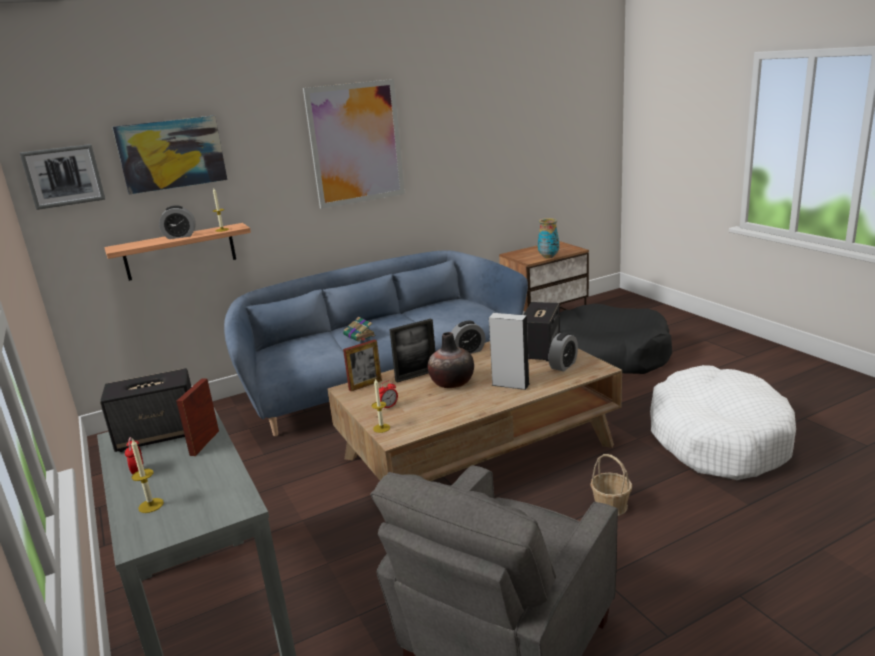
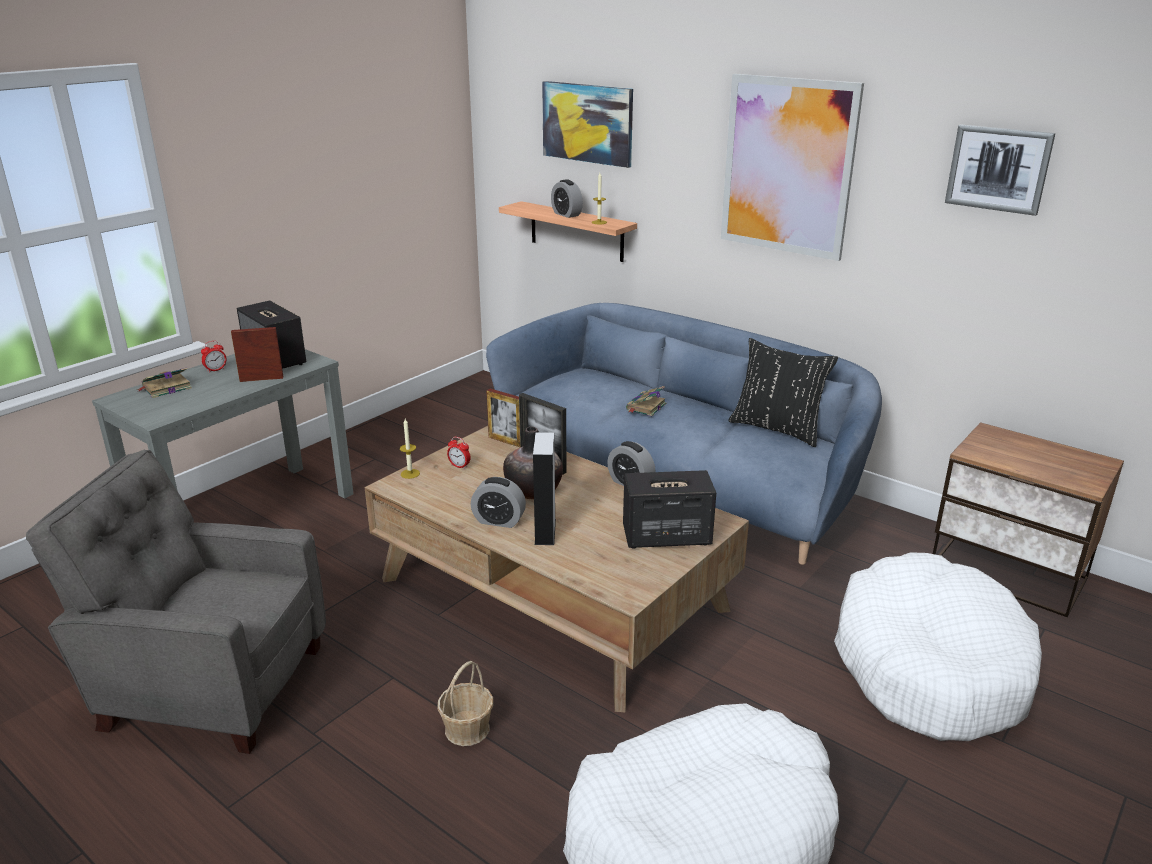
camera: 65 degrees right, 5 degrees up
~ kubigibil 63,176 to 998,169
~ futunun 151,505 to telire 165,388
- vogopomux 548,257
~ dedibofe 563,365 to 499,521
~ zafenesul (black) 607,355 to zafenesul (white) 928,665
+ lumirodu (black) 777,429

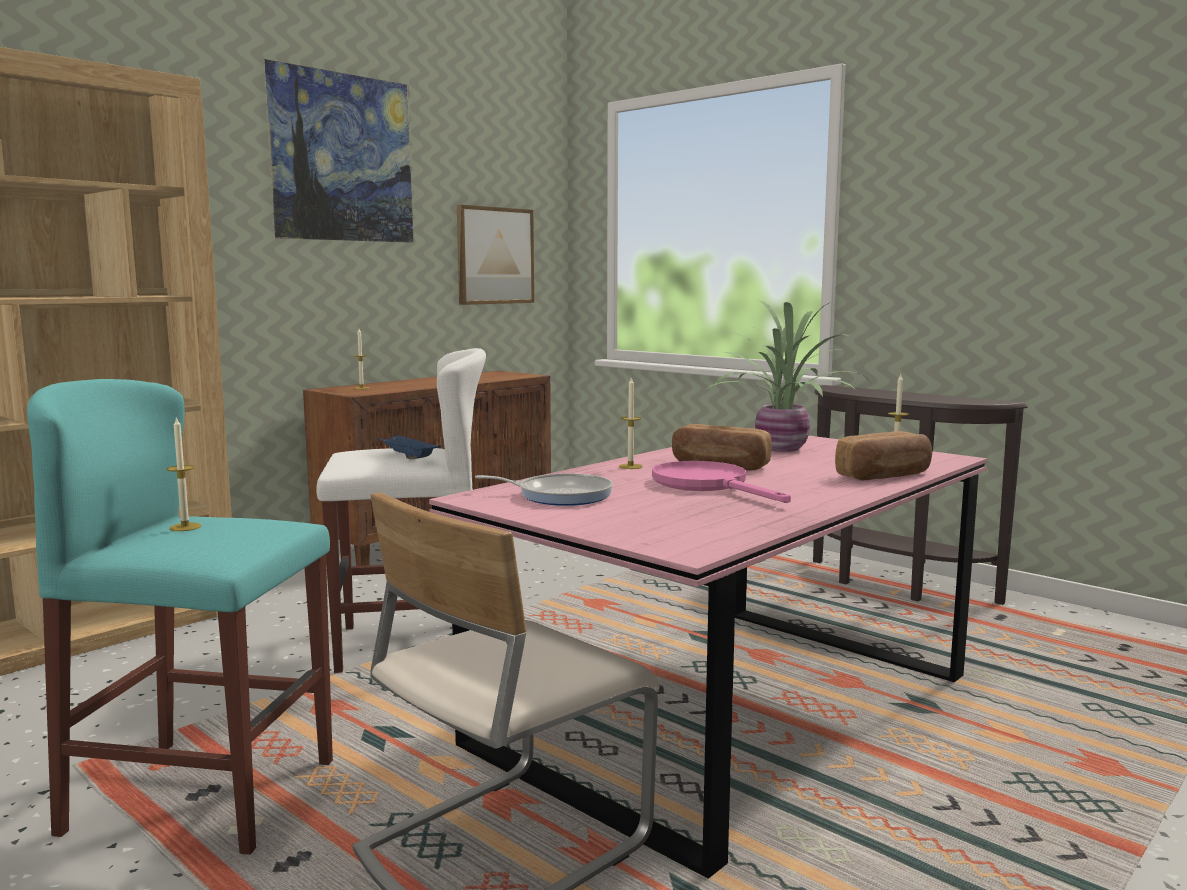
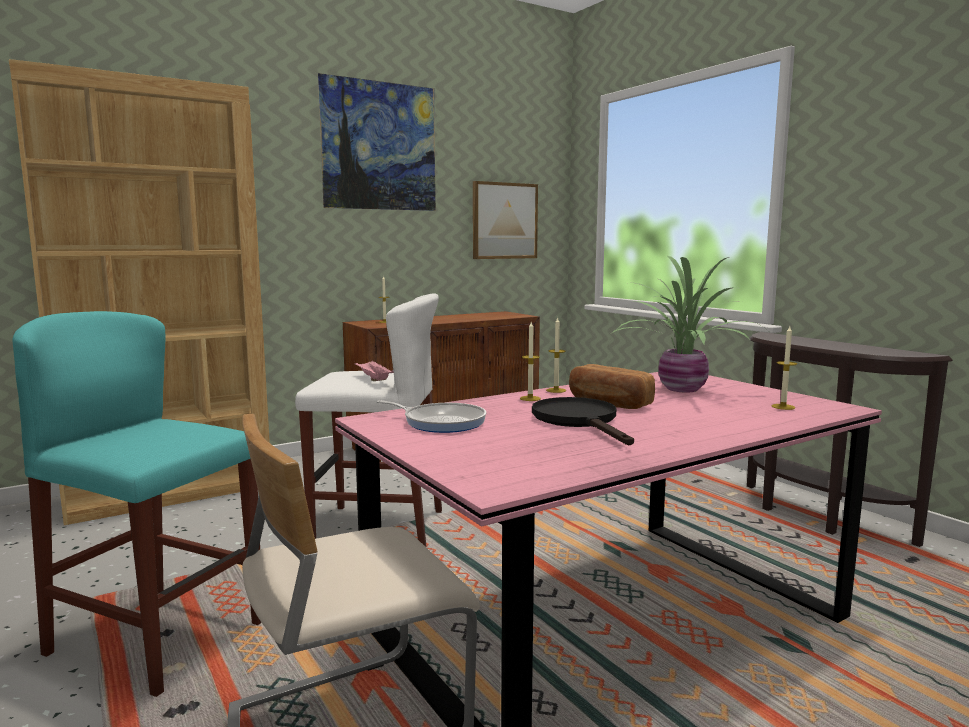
camera: 15 degrees right, 0 degrees up
~ futunun 185,527 to 556,390
~ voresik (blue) 407,457 to voresik (pink) 373,379
~ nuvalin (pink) 709,485 to nuvalin (black) 580,421
- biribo 885,475

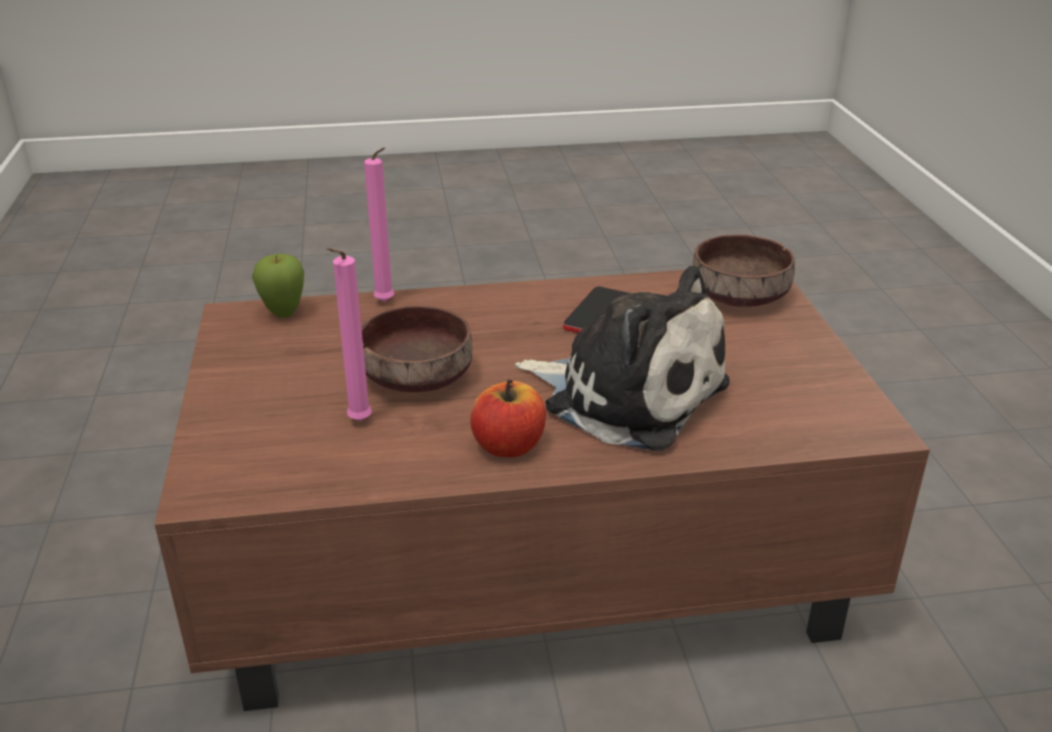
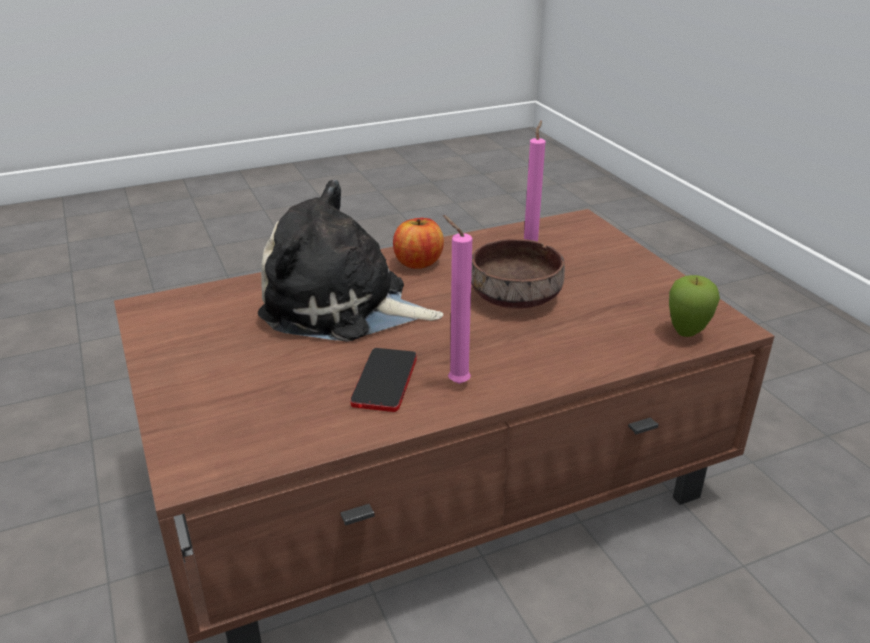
camera: 165 degrees right, 0 degrees up
~ futunun (pink) 386,303 to 455,382
- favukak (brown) 736,295

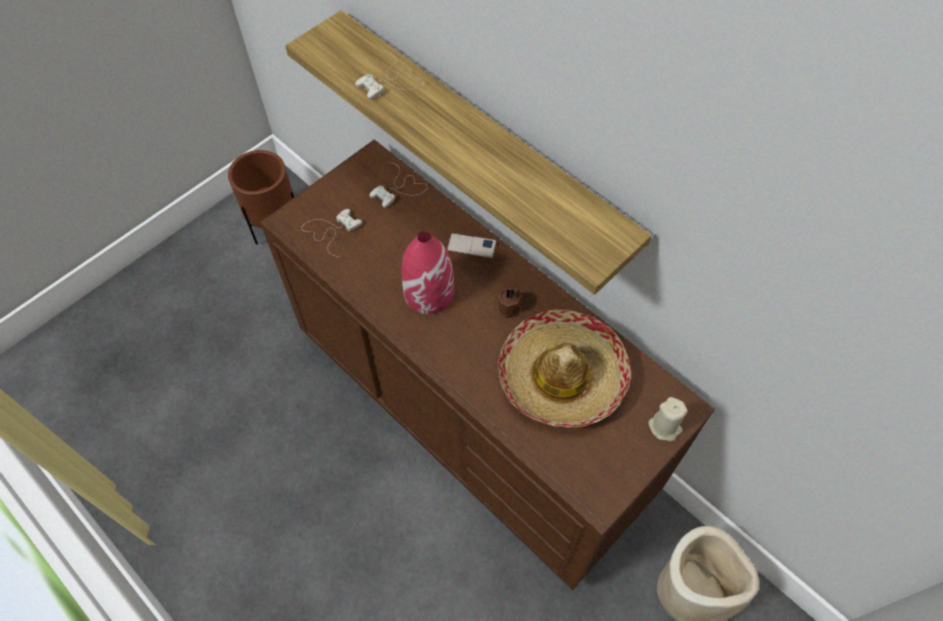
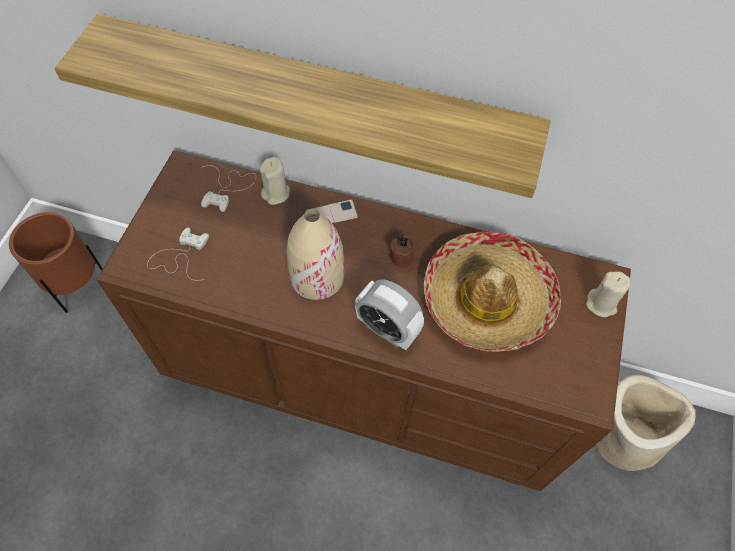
camera: 30 degrees left, 0 degrees up
- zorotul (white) 391,81
~ vogopomux (red) 428,292 to vogopomux (beige) 316,276
+ futunun (beige) 276,193
+ dedibofe 387,330

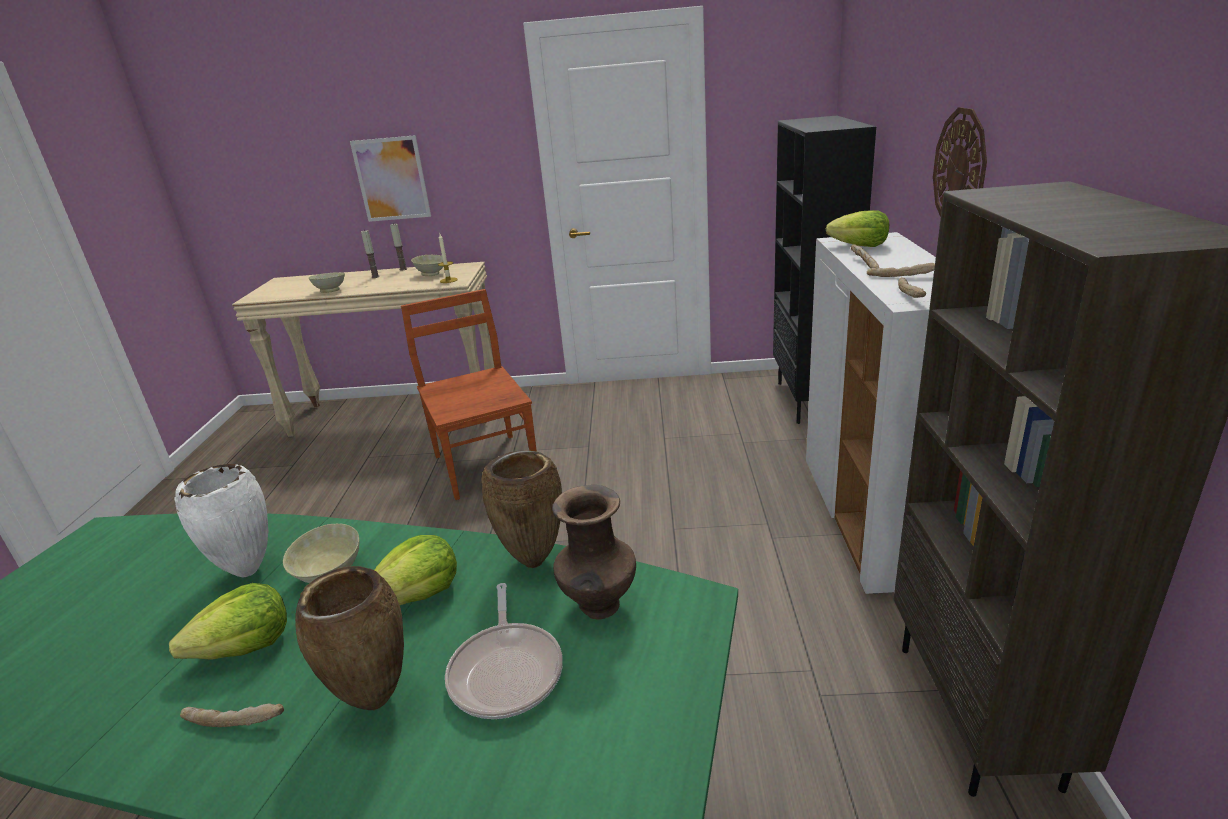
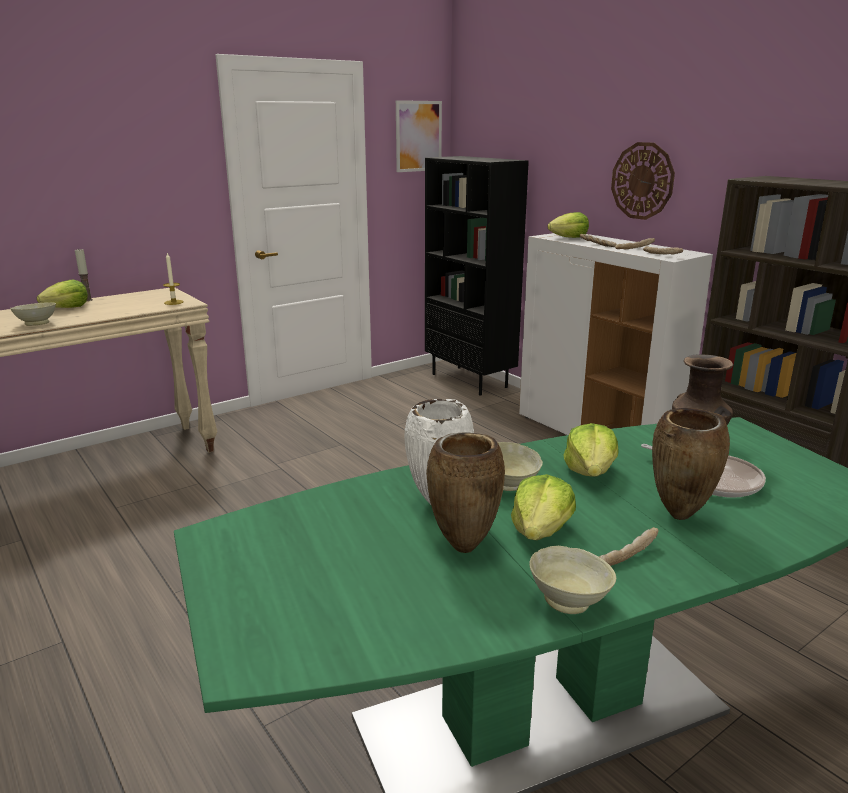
camera: 40 degrees left, 5 degrees down
~ kubigibil 391,179 to 418,136
~ futunun 375,277 to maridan 67,308
- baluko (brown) 485,463
~ favukak (beige) 431,274 to 570,602
~ vogopomux (brown) 534,561 to 463,547

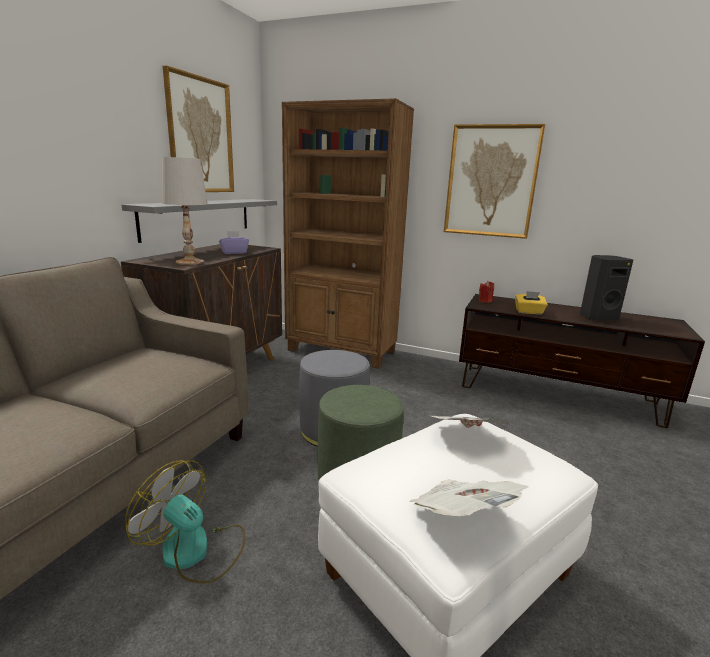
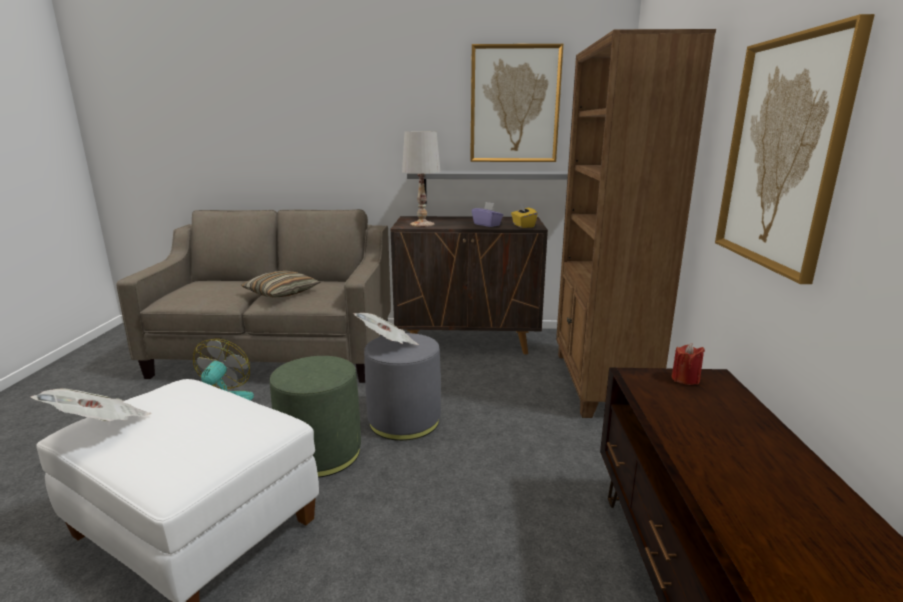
camera: 70 degrees right, 0 degrees up
~ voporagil 465,438 to 387,344
~ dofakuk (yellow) 529,312 to 523,225
- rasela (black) 597,317
+ lumirodu 281,293

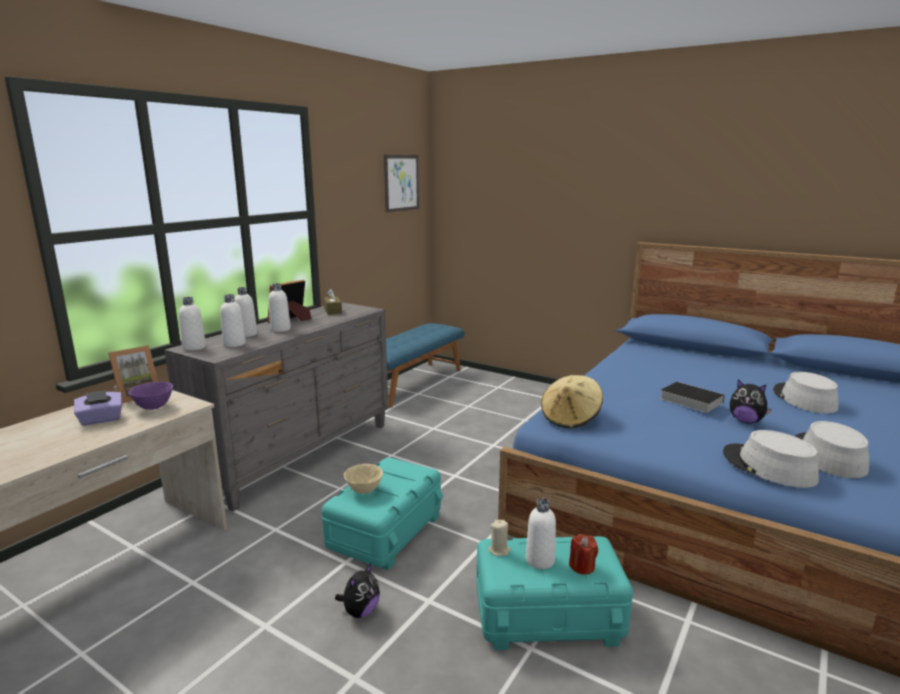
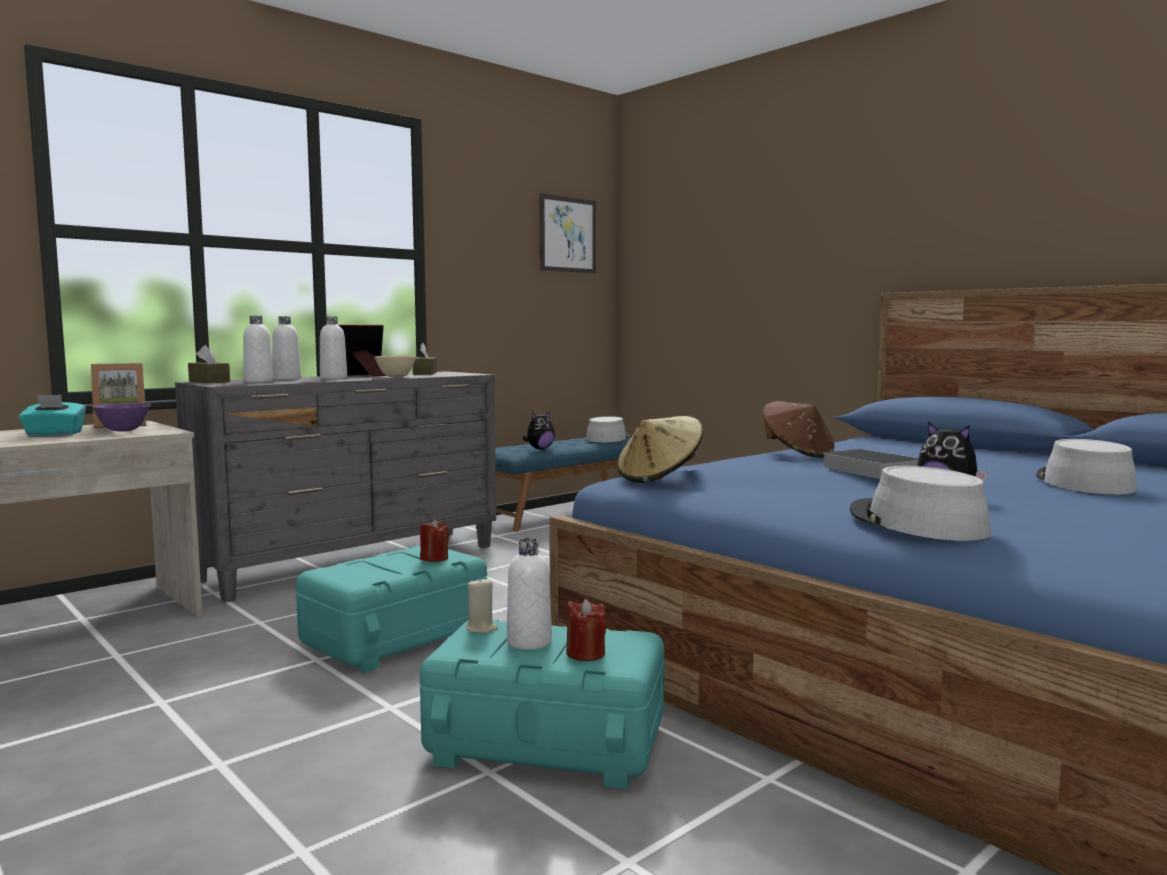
camera: 15 degrees right, 10 degrees down
~ dofakuk (purple) 101,420 to dofakuk (turquoise) 54,434
~ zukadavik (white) 194,347 to dofakuk (brown) 209,381
~ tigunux 360,611 to 539,449
~ favukak (beige) 364,490 to 395,377
~ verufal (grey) 827,456 to 607,438
+ futunun (red) 434,558
+ verufal (brown) 797,454

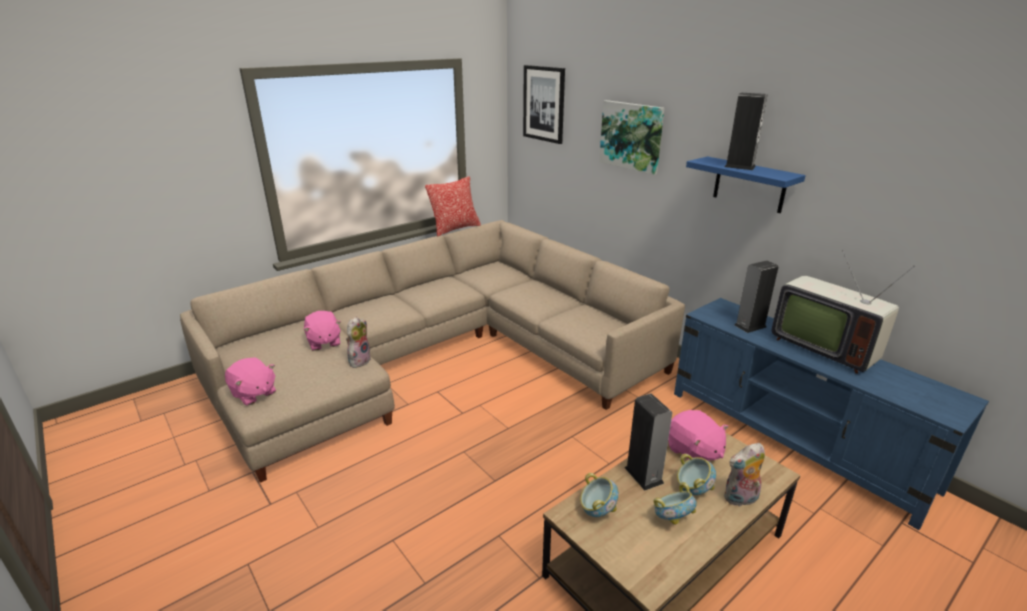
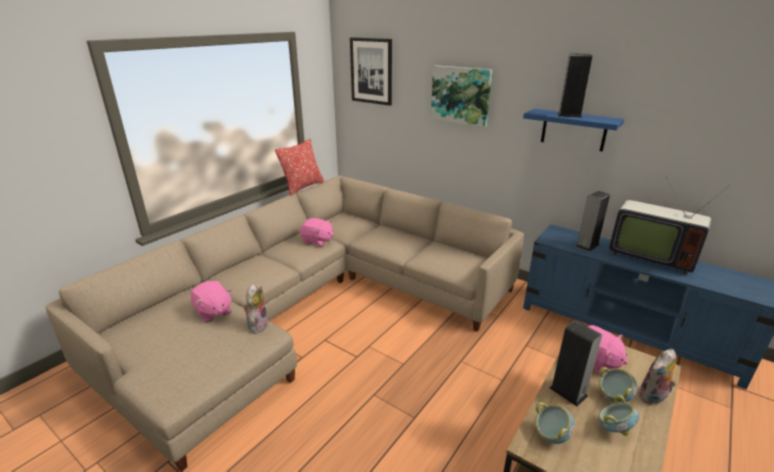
camera: 15 degrees left, 0 degrees up
~ tigunux (pink) 253,394 to 317,241

